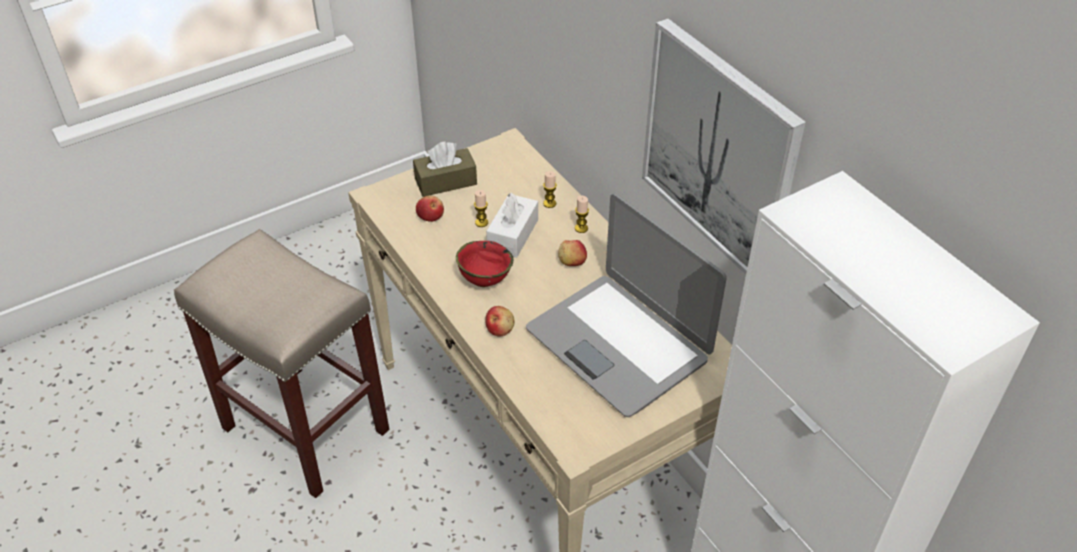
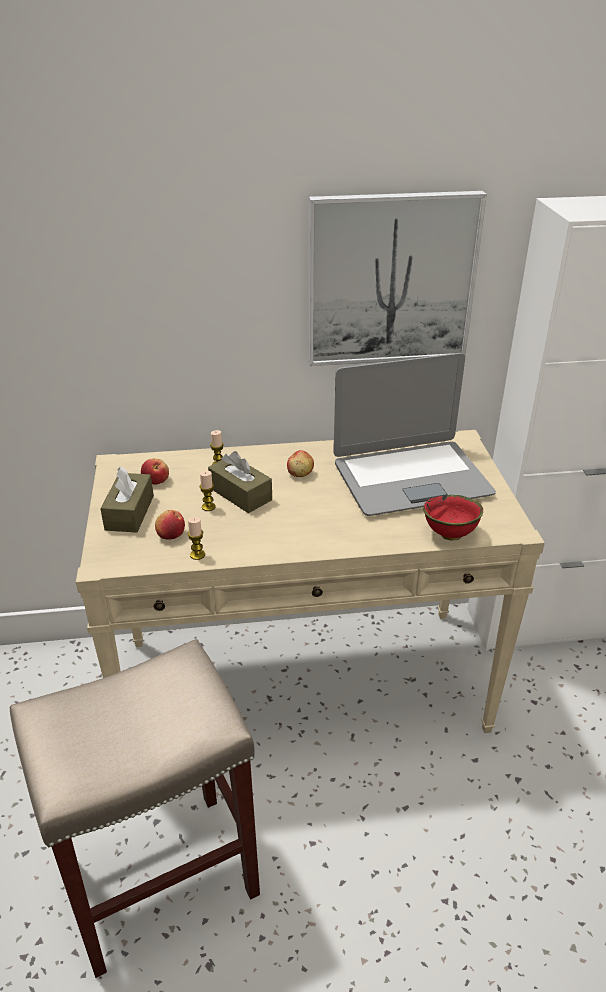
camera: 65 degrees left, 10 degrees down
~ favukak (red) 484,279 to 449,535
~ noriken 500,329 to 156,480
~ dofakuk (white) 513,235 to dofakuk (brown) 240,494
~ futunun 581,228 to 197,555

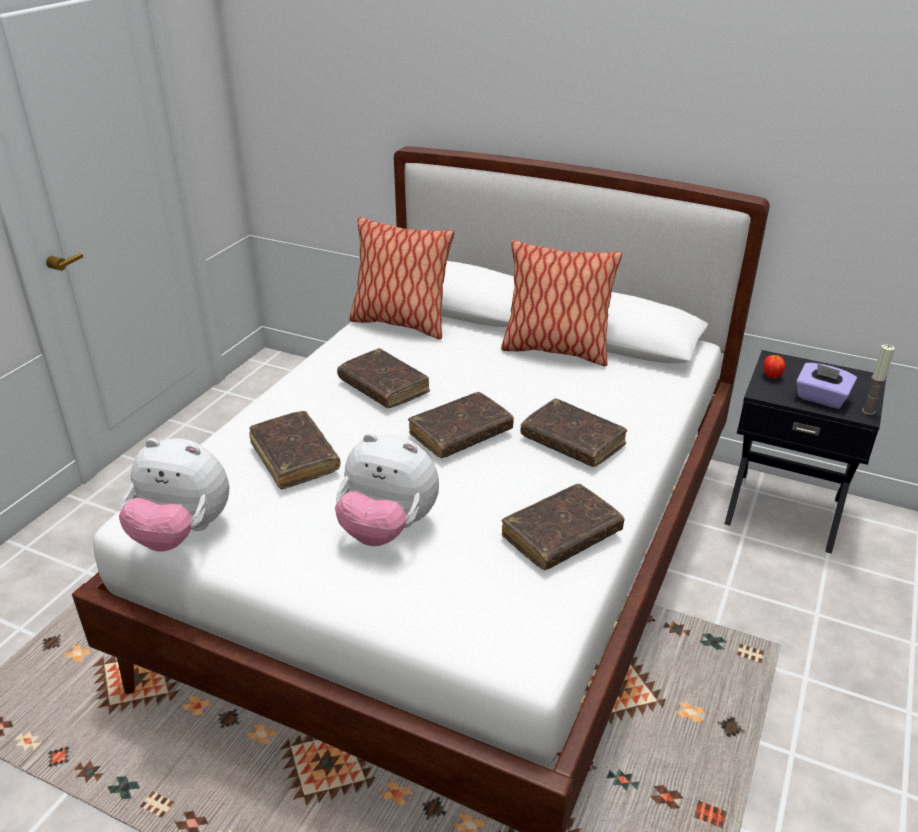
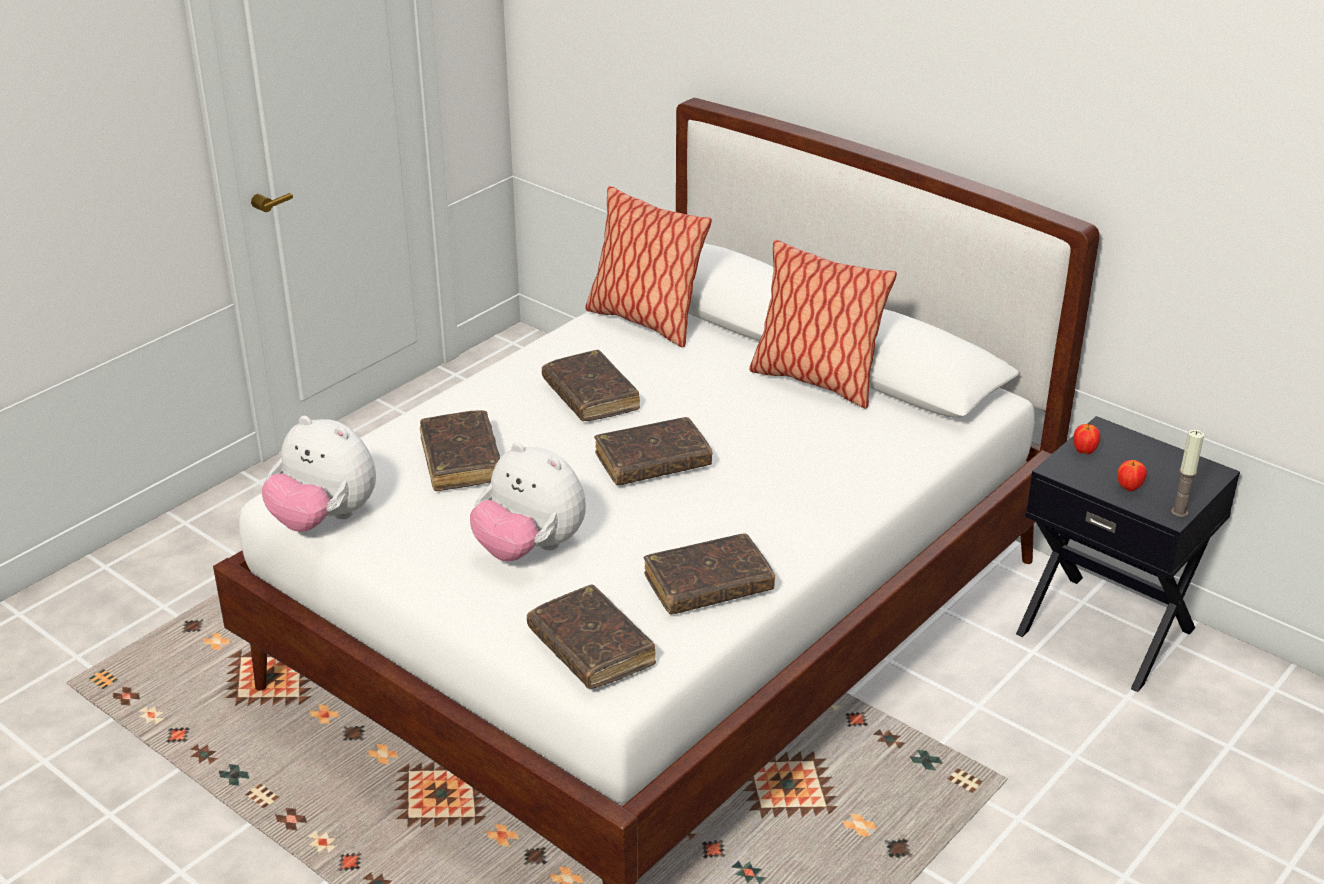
camera: 15 degrees right, 0 degrees up
~ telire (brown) 572,442 to 591,648
~ dofakuk (purple) 821,399 to noriken 1129,488

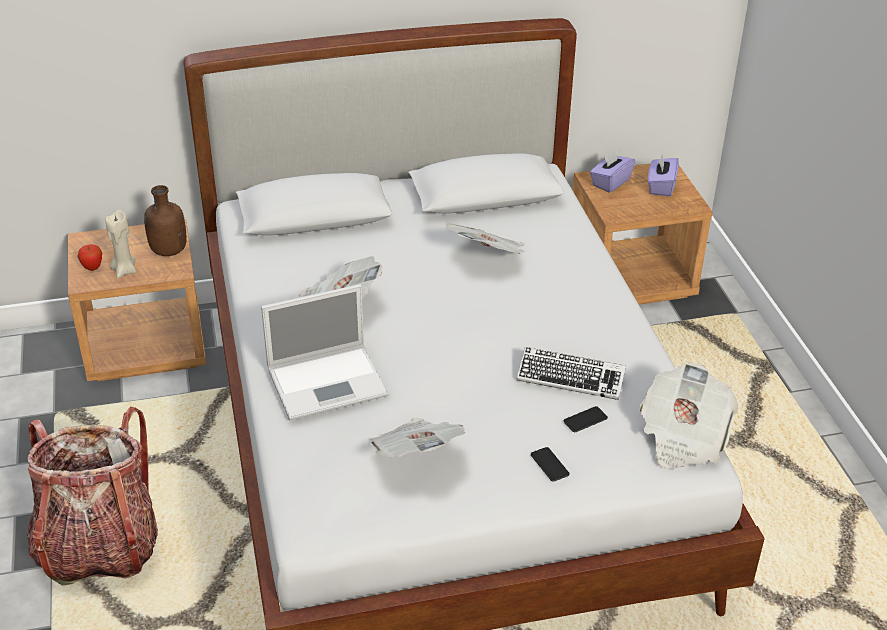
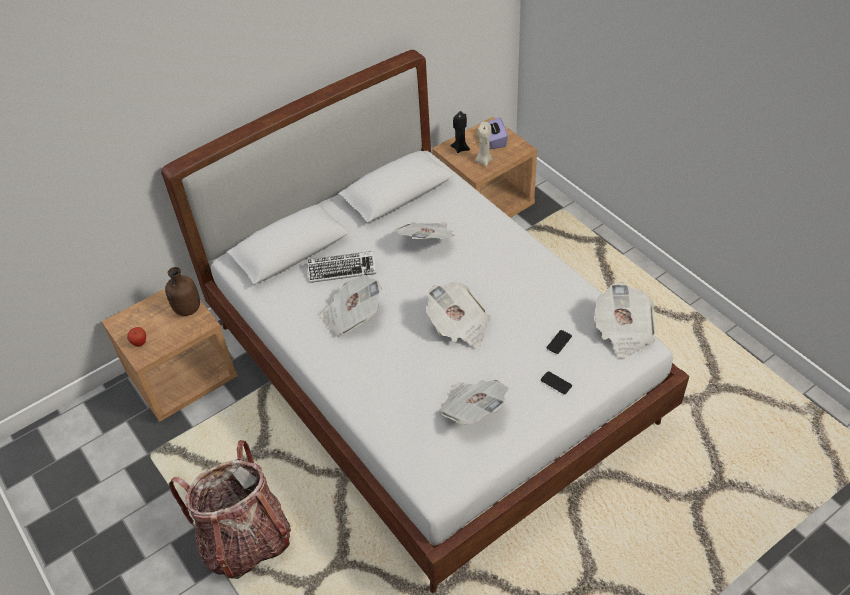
camera: 20 degrees left, 10 degrees up
~ futunun (beige) 124,270 to 483,161
- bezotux 329,381
~ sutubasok 570,378 to 342,270
~ dofakuk (purple) 610,182 to futunun (black) 460,148
+ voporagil 459,326

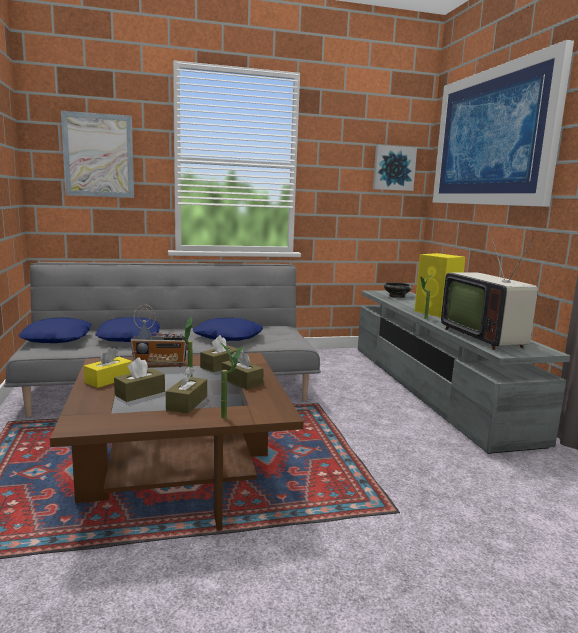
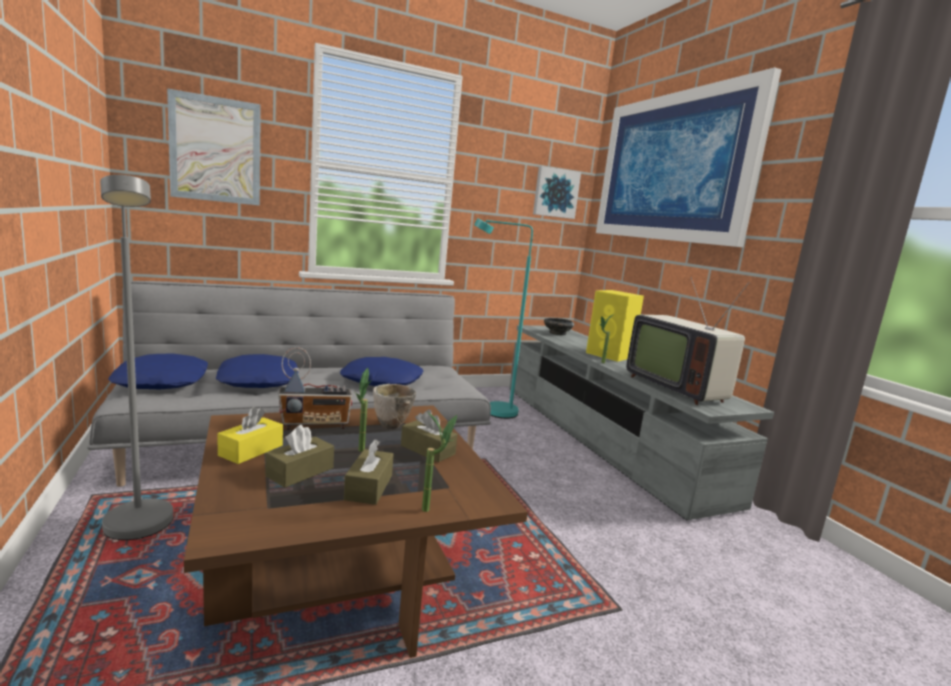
camera: 10 degrees left, 0 degrees up
~ dofakuk (brown) 220,366 to favukak 392,426
+ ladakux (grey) 140,532
+ ladakux (turquoise) 491,411

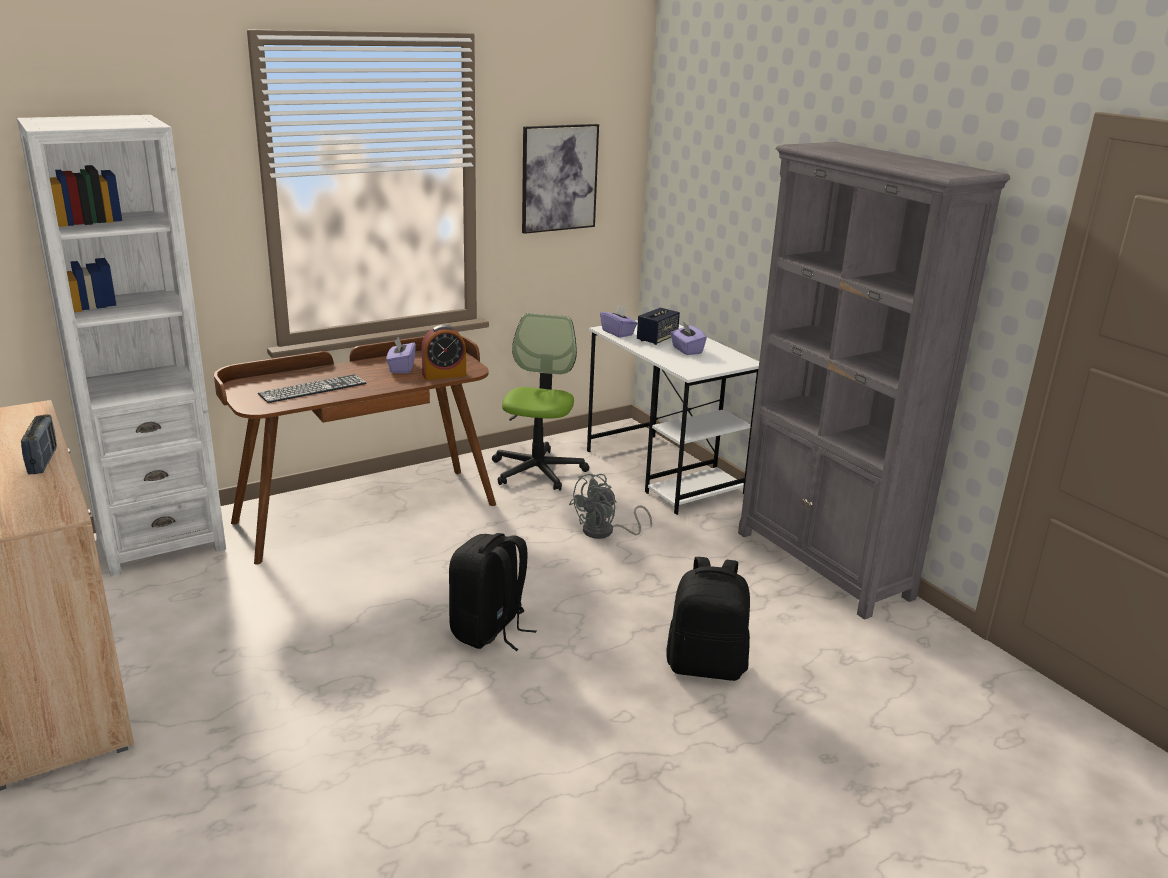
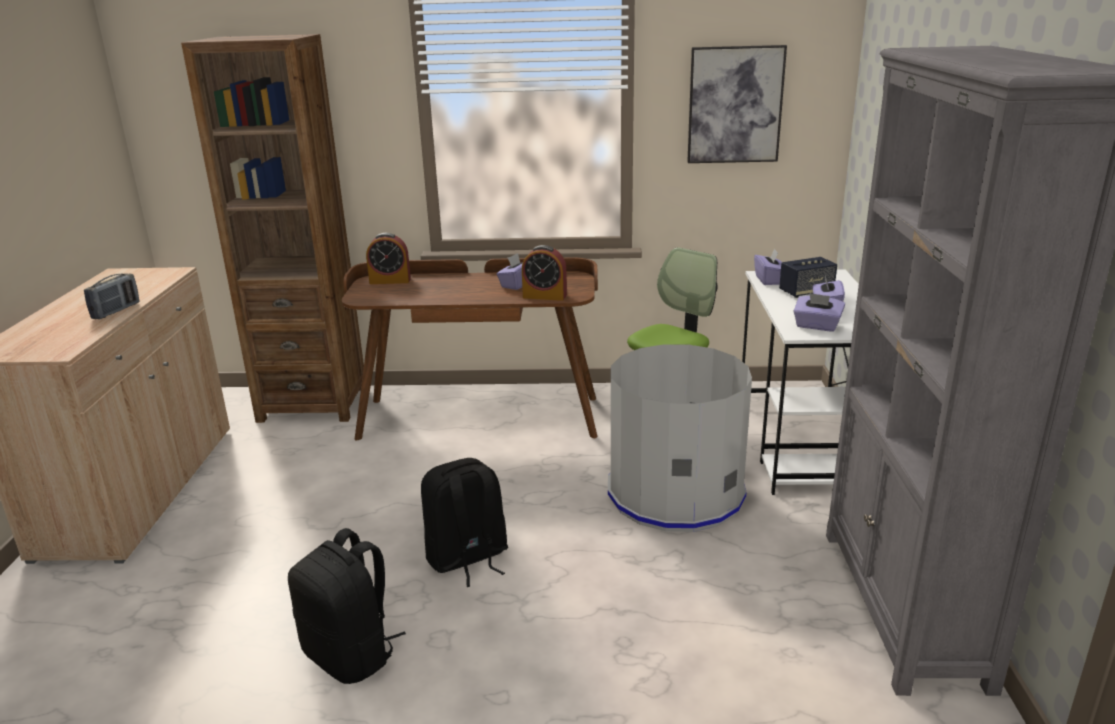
camera: 35 degrees right, 0 degrees up
~ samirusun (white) 160,542 to samirusun (brown) 313,404
- sutubasok 313,388
~ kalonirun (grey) 605,532 to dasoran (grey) 675,493
~ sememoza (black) 706,665 to 351,655
+ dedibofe 390,281
+ dofakuk (purple) 817,326

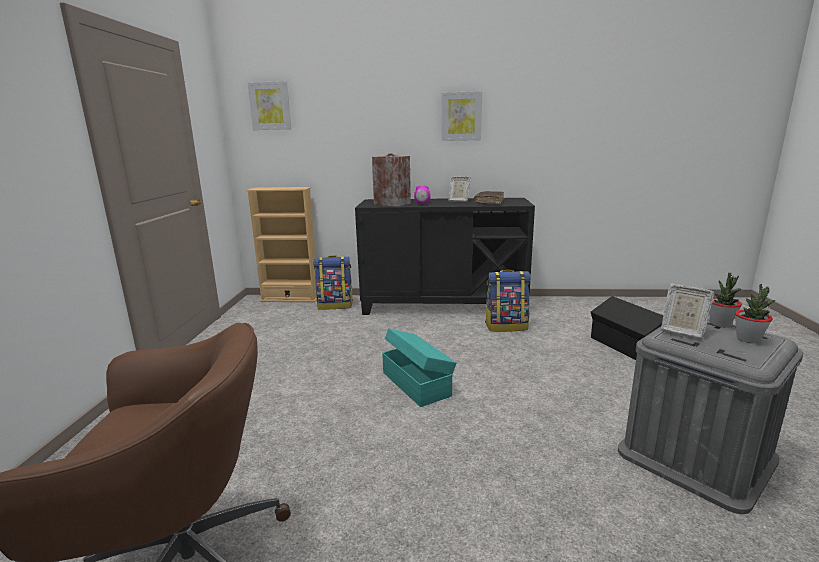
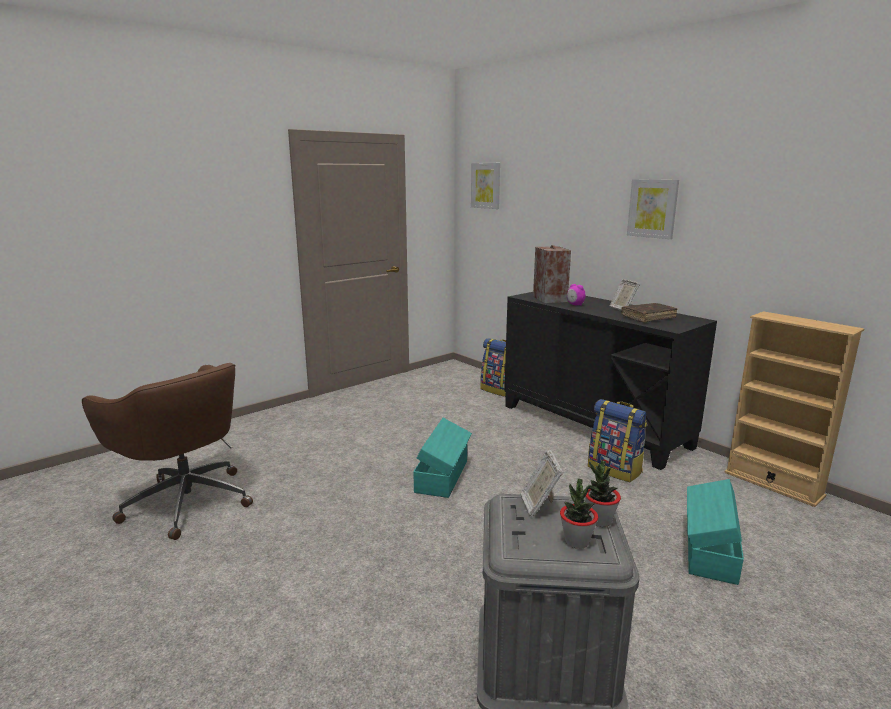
camera: 45 degrees right, 0 degrees up
~ samirusun (beige) 290,298 to 773,484
~ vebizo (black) 626,347 to vebizo (turquoise) 709,551

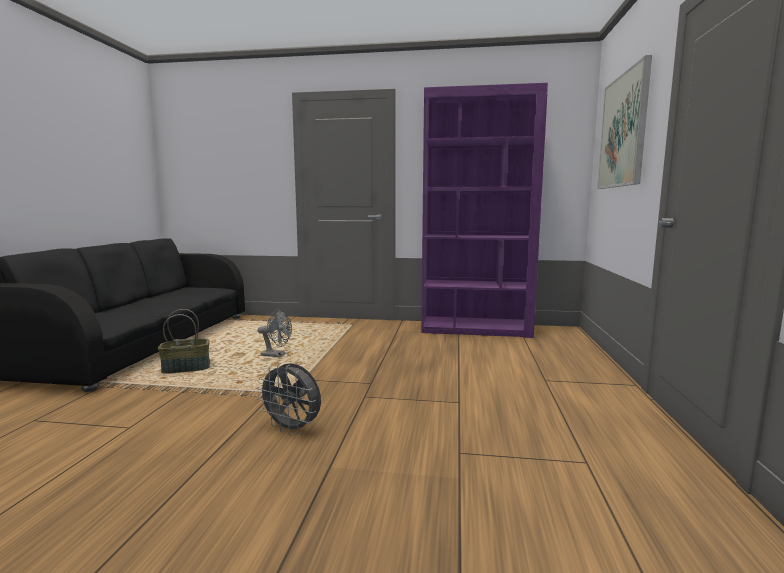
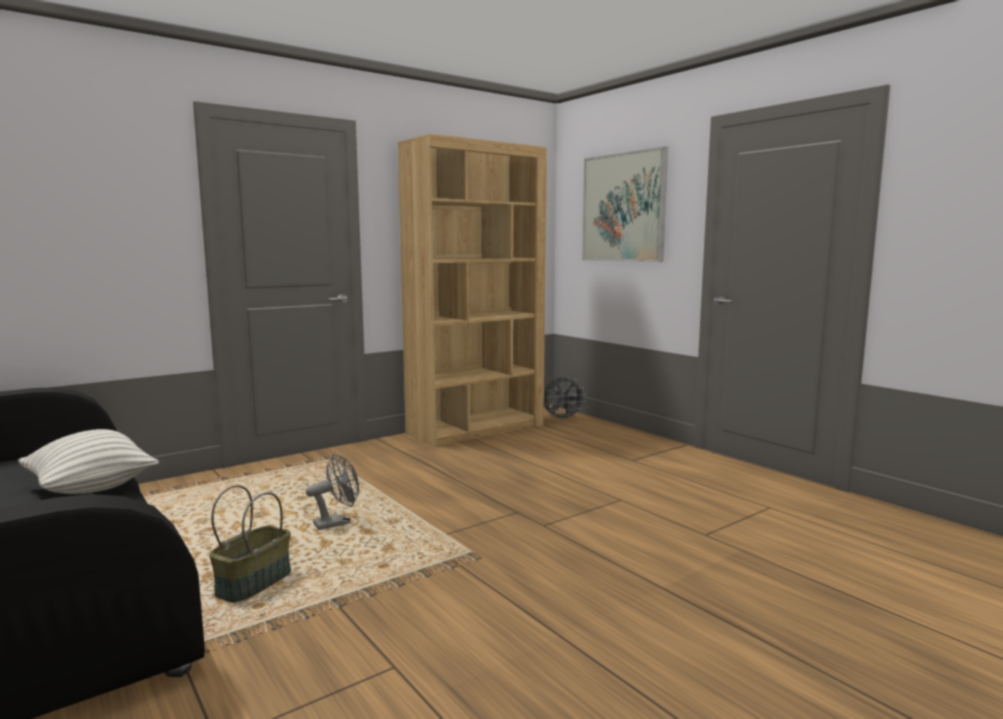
camera: 45 degrees left, 0 degrees up
~ kalonirun (grey) 292,429 to 562,419
~ samirusun (purple) 476,329 to samirusun (brown) 476,429
+ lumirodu 91,488

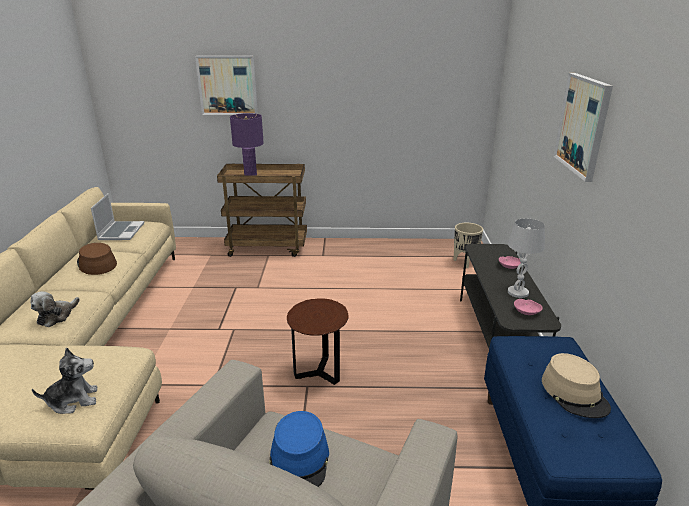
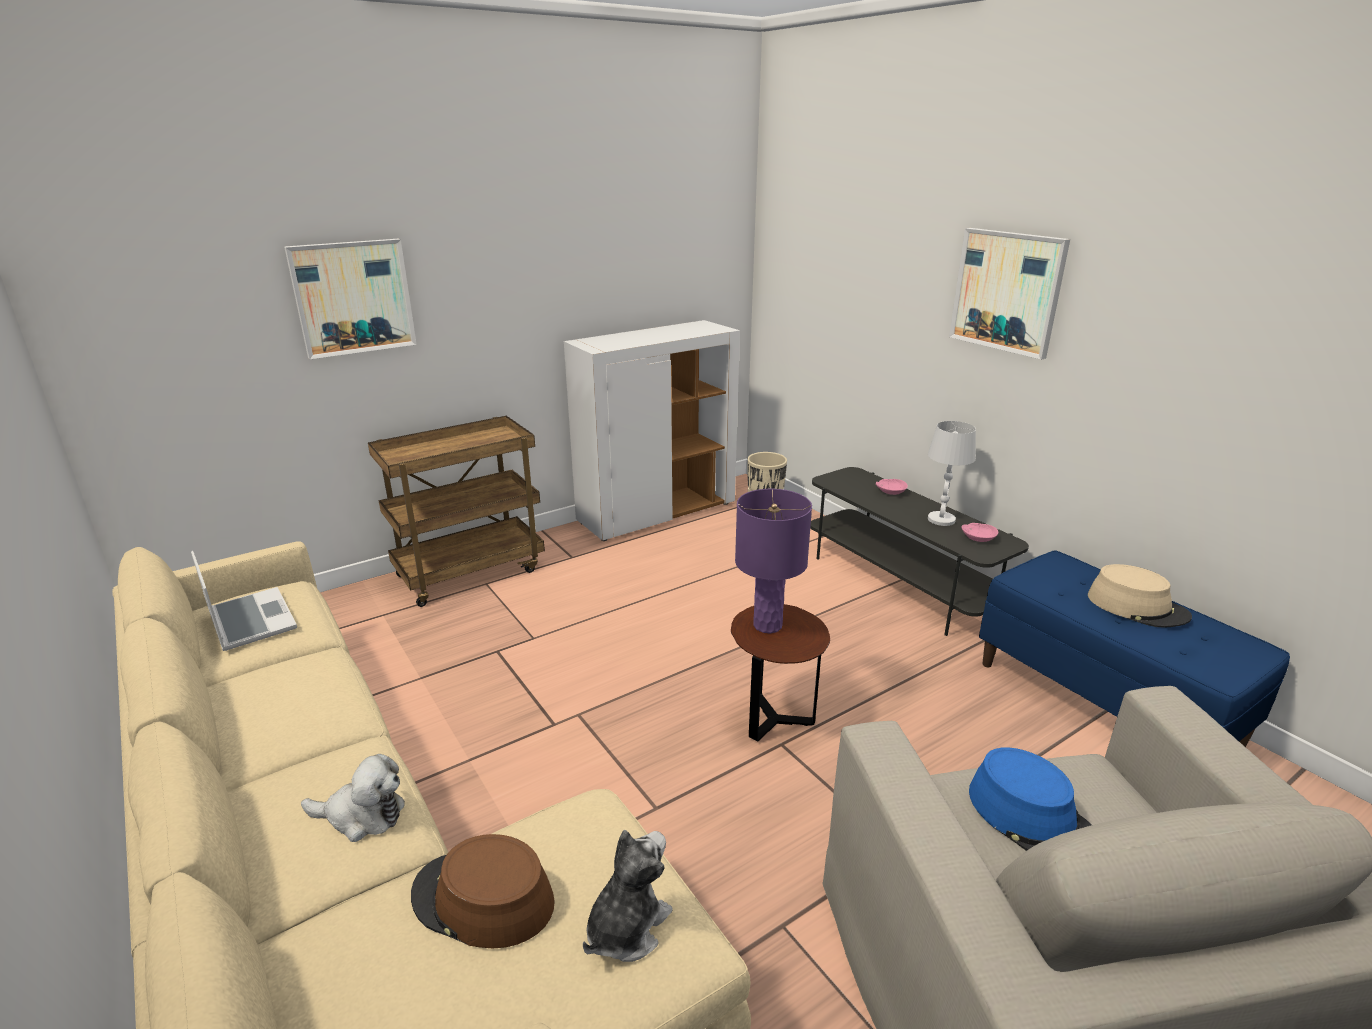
camera: 35 degrees left, 0 degrees up
~ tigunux 56,316 = 362,815 75 degrees counterclockwise
~ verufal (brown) 96,263 to 483,900
~ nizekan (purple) 250,175 to 768,625
+ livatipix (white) 657,513

